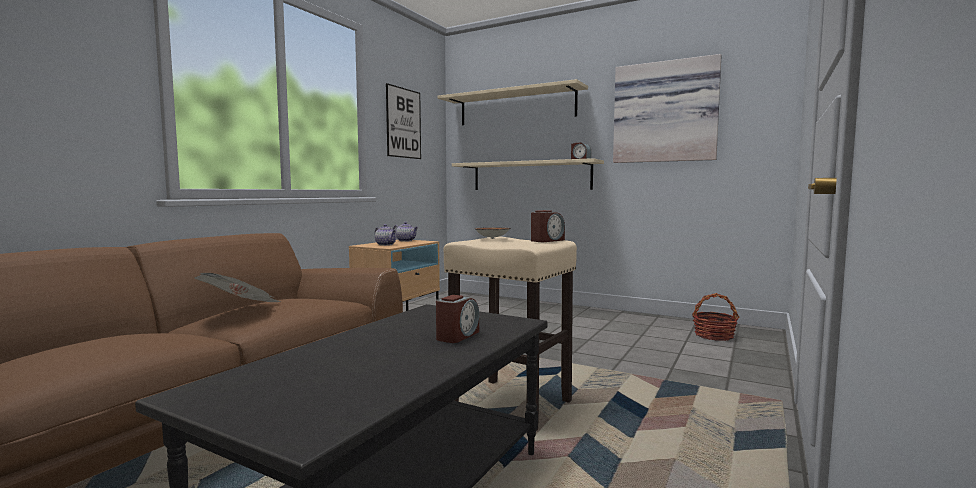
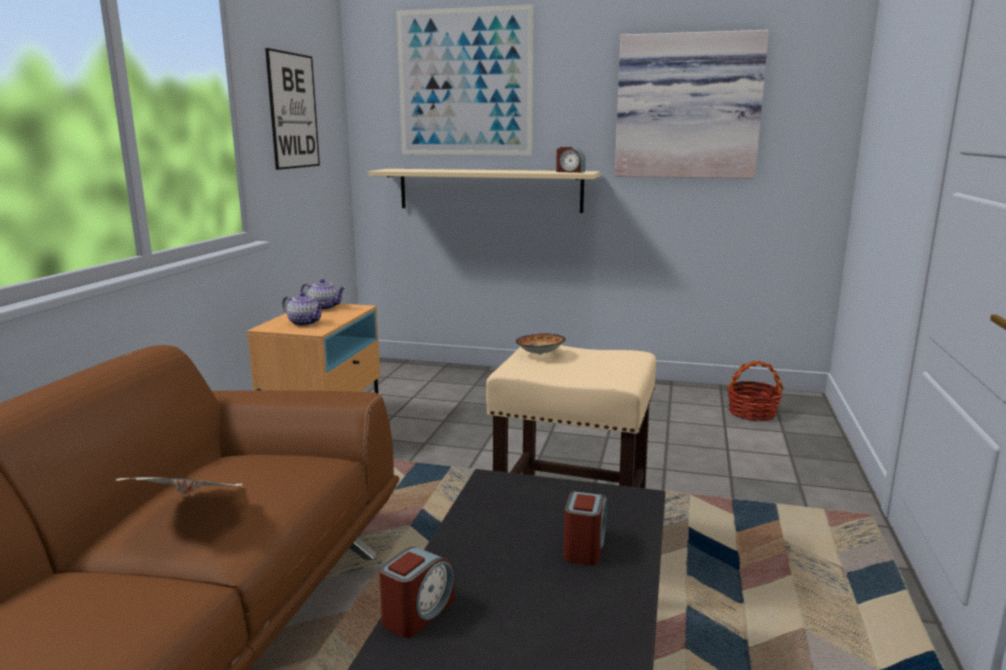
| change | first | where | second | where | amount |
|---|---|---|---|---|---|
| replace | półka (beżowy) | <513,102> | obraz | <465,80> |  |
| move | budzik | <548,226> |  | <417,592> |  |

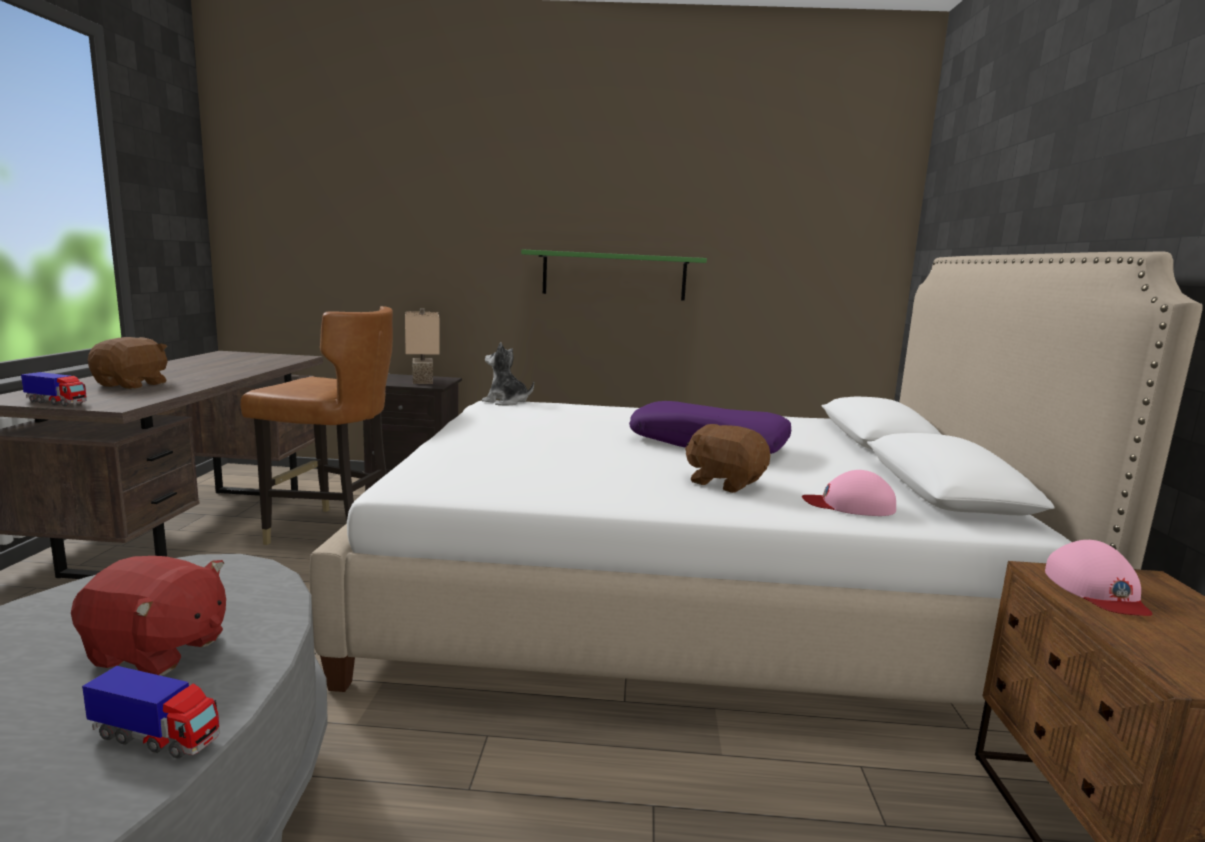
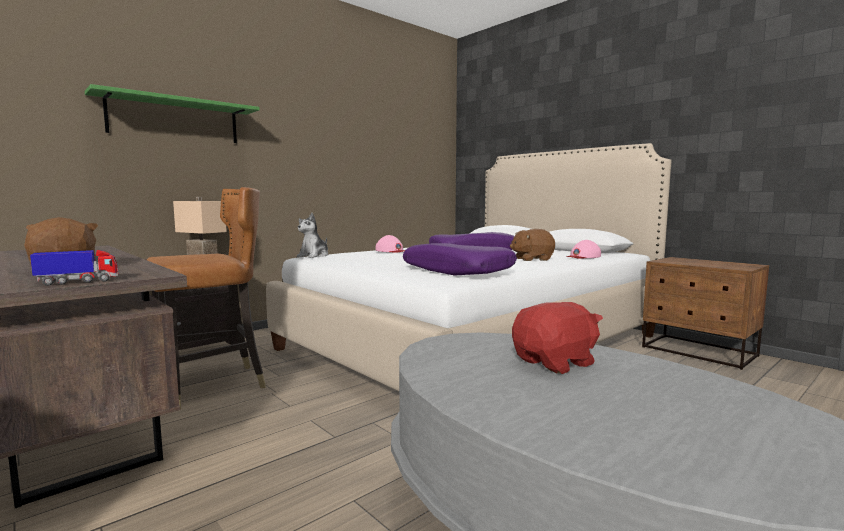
| change | first | where | second | where | amount |
|---|---|---|---|---|---|
| delete | ciężarówka zabawkowa | <151,712> |  |  |  |
| rotate | pluszak | <508,374> |  | <312,235> | 45 degrees counterclockwise |
| move | półka (zielony) | <614,275> |  | <172,113> |  |
| move | czapka z daszkiem (różowy) | <1099,578> |  | <390,244> |  |
| insert |  |  | poduszka (fioletowy) | <460,259> |  |

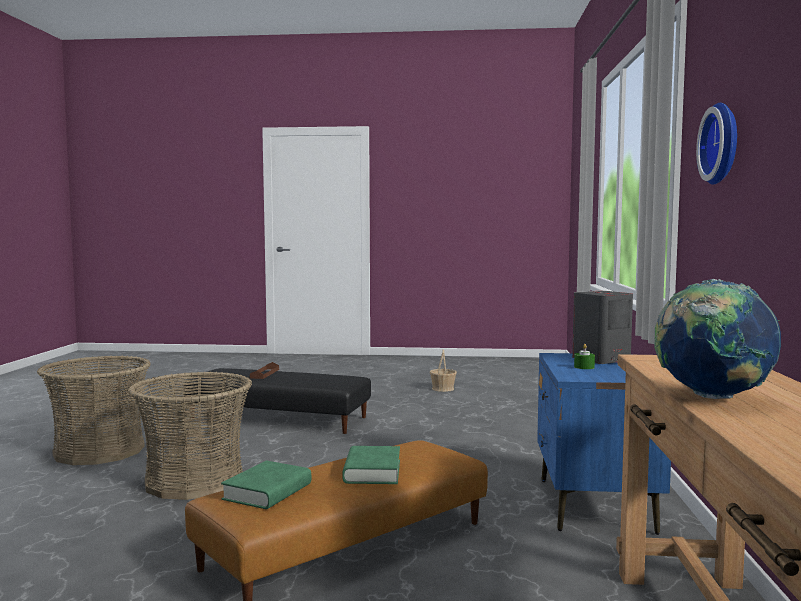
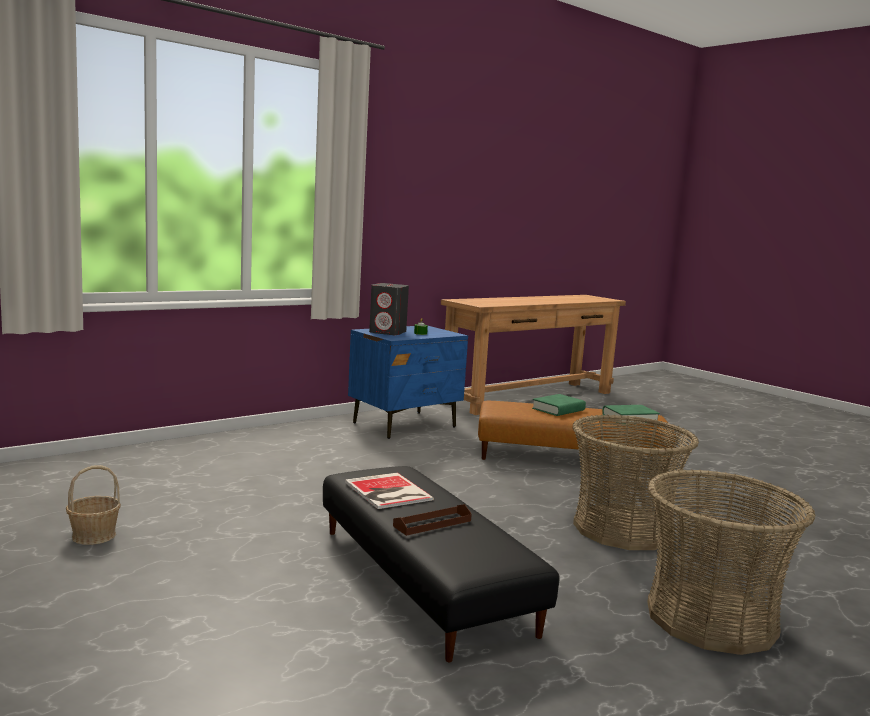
| change | first | where | second | where | amount |
|---|---|---|---|---|---|
| delete | globus | <718,339> |  |  |  |
| delete | zegar ścienny | <716,144> |  |  |  |
| insert |  |  | książka | <389,491> |  |

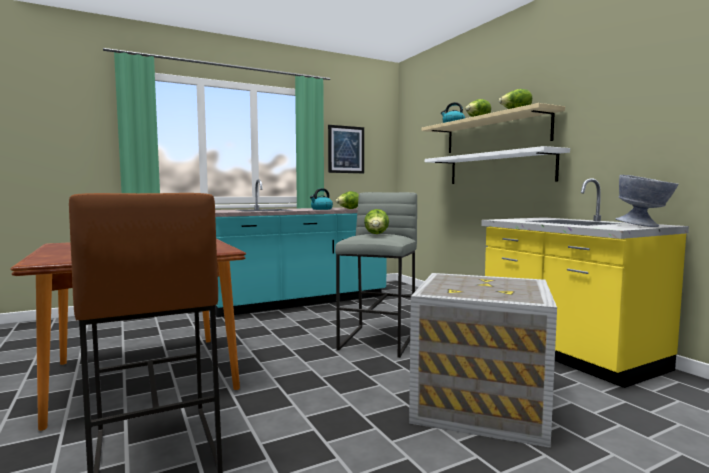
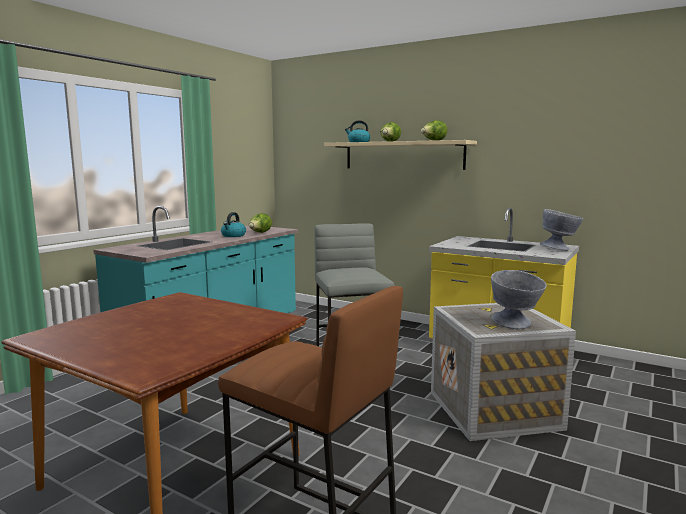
| change | first | where | second | where | amount |
|---|---|---|---|---|---|
| delete | obraz | <346,149> |  |  |  |
| delete | sałata | <376,221> |  |  |  |
| delete | półka (biały) | <497,165> |  |  |  |
| insert |  |  | miska (szary) | <519,299> |  |

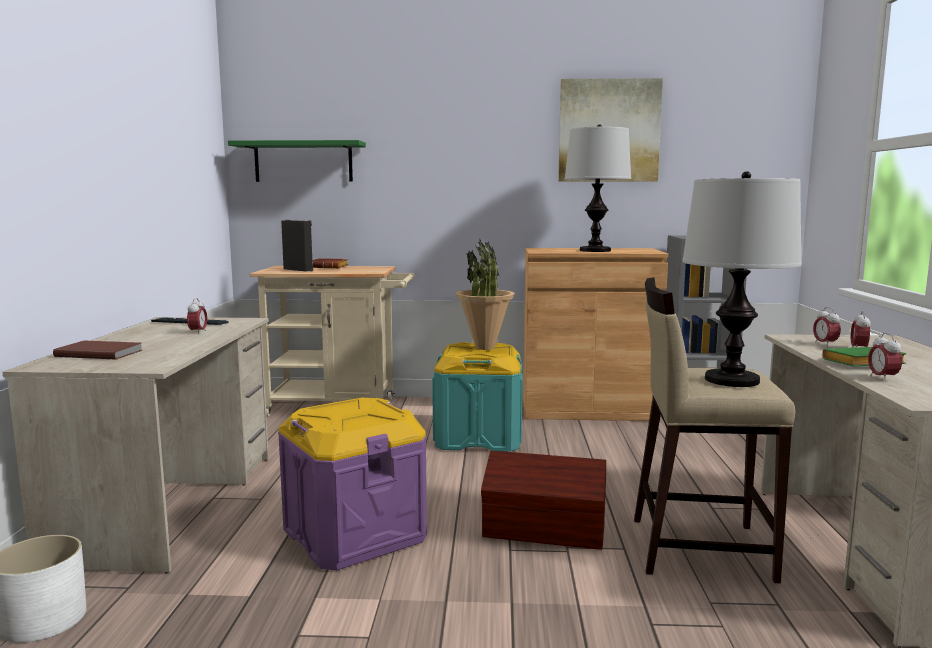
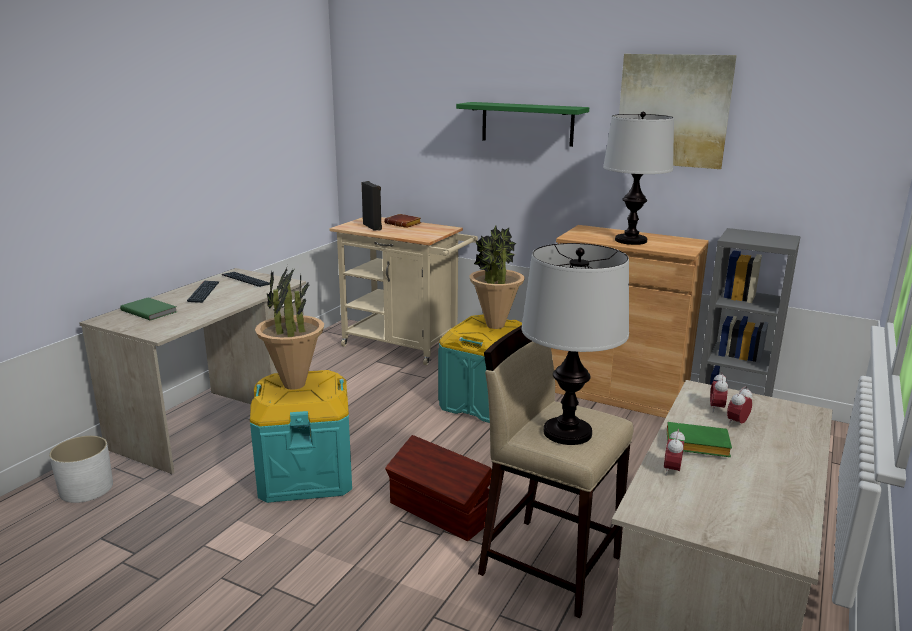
| change | first | where | second | where | amount |
|---|---|---|---|---|---|
| recolor | książka (brązowy) | <97,350> | książka (zielony) | <148,309> |  |
| delete | budzik | <197,316> |  |  |  |
| move | półka (zielony) | <297,161> |  | <522,124> |  |
| recolor | pojemnik do przechowywania (fioletowy) | <352,484> | pojemnik do przechowywania (turkusowy) | <301,436> |  |
| insert |  |  | klawiatura | <203,292> |  |
| insert |  |  | roślina doniczkowa | <289,327> |  |

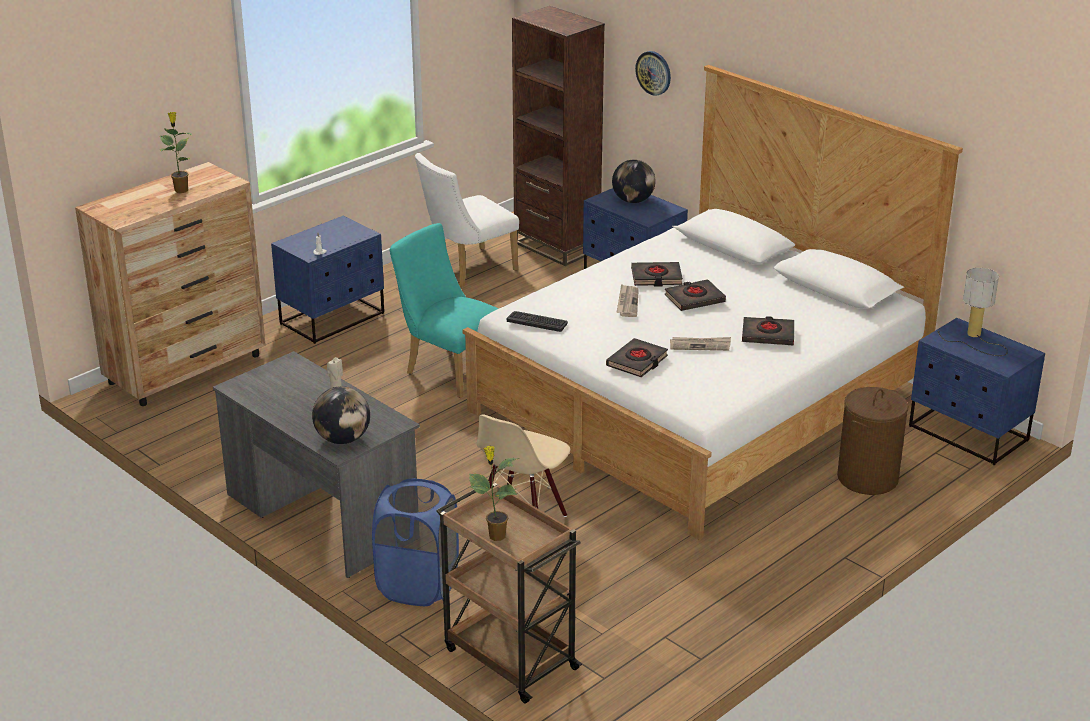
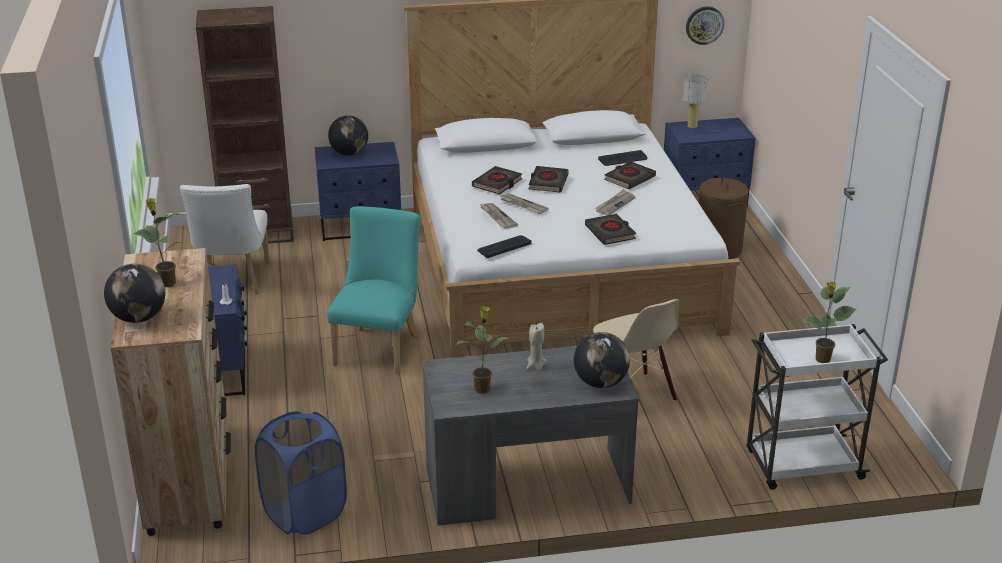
| change | first | where | second | where | amount |
|---|---|---|---|---|---|
| move | kosz na pranie (niebieski) | <415,542> |  | <301,473> |  |
| rotate | krzesło (turkusowy) | <443,310> |  | <373,290> | 120 degrees clockwise |
| recolor | wózek (brązowy) | <509,593> | wózek (biały) | <817,407> |  |
| move | zegar ścienny | <653,73> |  | <705,25> |  |
| insert |  |  | globus | <134,293> |  |
| insert |  |  | roślina doniczkowa | <482,350> |  |
| insert |  |  | gazeta | <499,216> |  |
| insert |  |  | klawiatura | <623,158> |  |

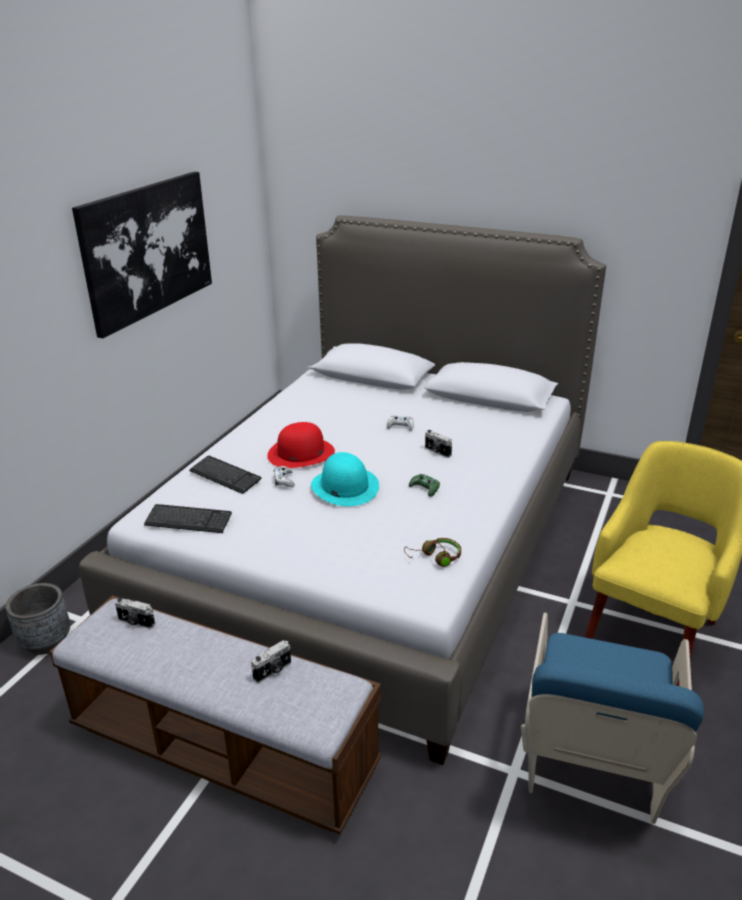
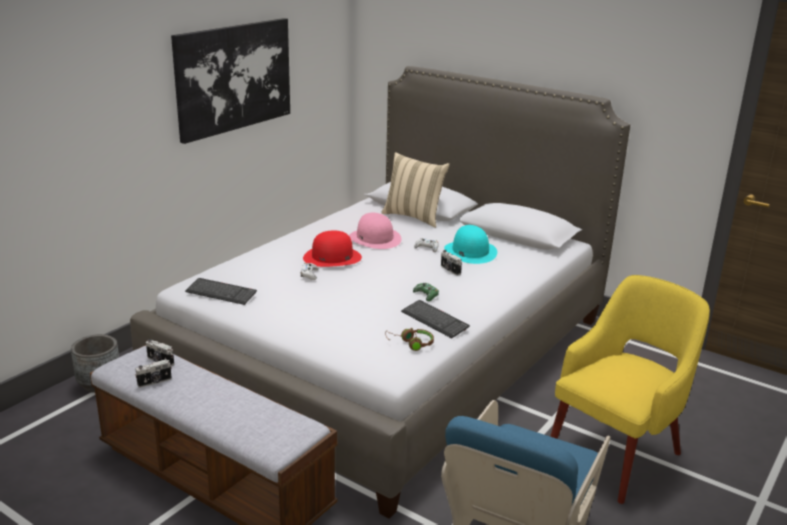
| change | first | where | second | where | amount |
|---|---|---|---|---|---|
| move | klawiatura | <225,475> |  | <435,319> |  |
| move | aparat fotograficzny | <271,661> |  | <153,373> |  |
| move | kapelusz (turkusowy) | <345,479> |  | <470,244> |  |
| insert |  |  | kapelusz (różowy) | <375,231> |  |
| insert |  |  | poduszka (beżowy) | <415,190> |  |

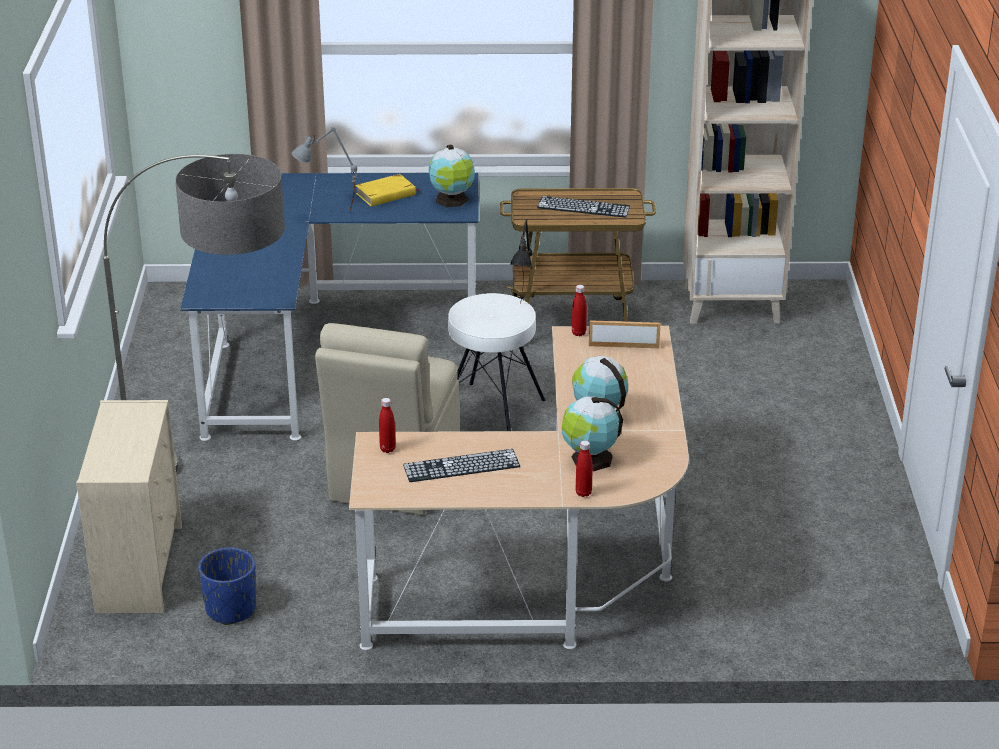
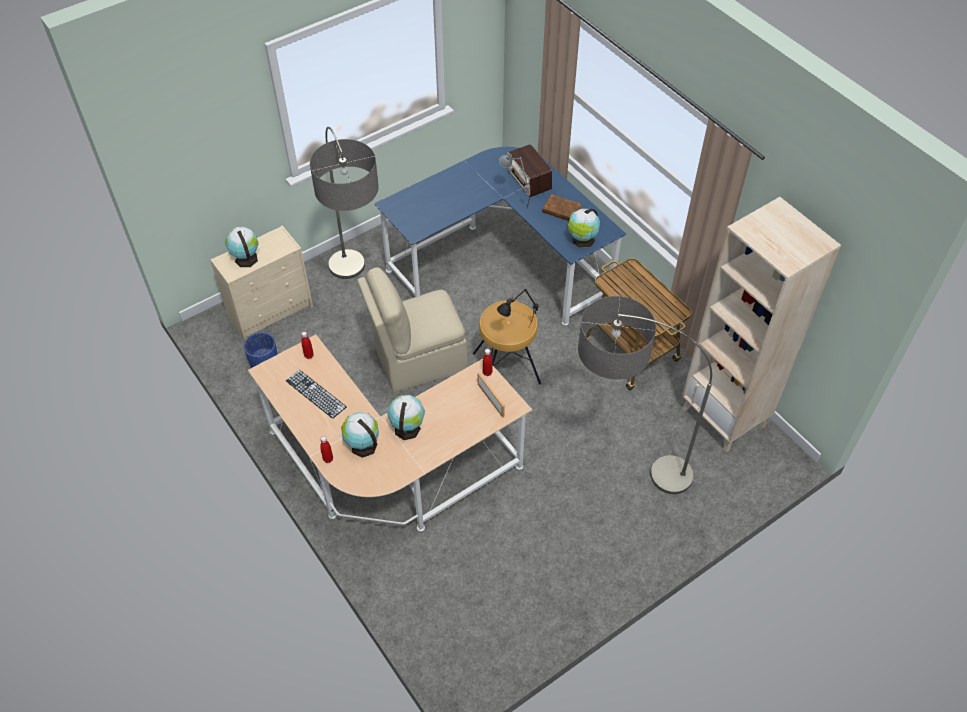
| change | first | where | second | where | amount |
|---|---|---|---|---|---|
| recolor | książka (żółty) | <388,190> | książka (brązowy) | <562,207> |  |
| recolor | stołek (biały) | <496,362> | stołek (brązowy) | <507,343> |  |
| delete | klawiatura | <583,206> |  |  |  |
| insert |  |  | globus | <241,247> |  |
| insert |  |  | radio | <529,170> |  |
| insert |  |  | lampa stojąca | <645,395> |  |

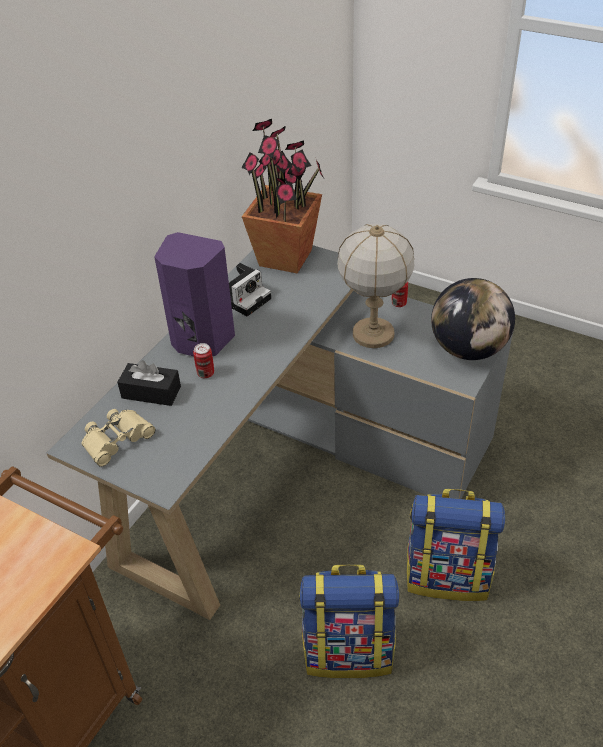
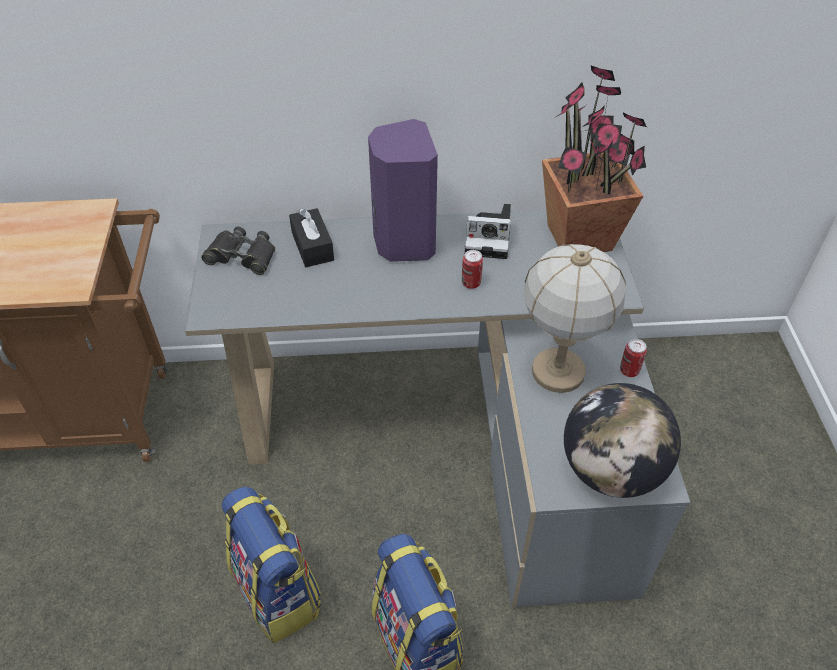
| change | first | where | second | where | amount |
|---|---|---|---|---|---|
| recolor | lornetka (beżowy) | <118,438> | lornetka (czarny) | <238,250> |  |
| move | puszka | <203,360> |  | <472,269> |  |

